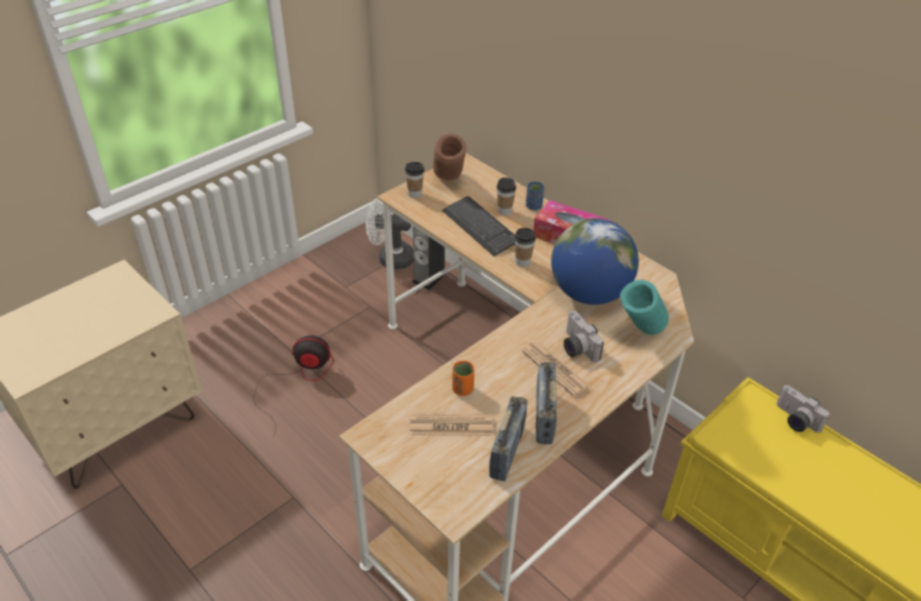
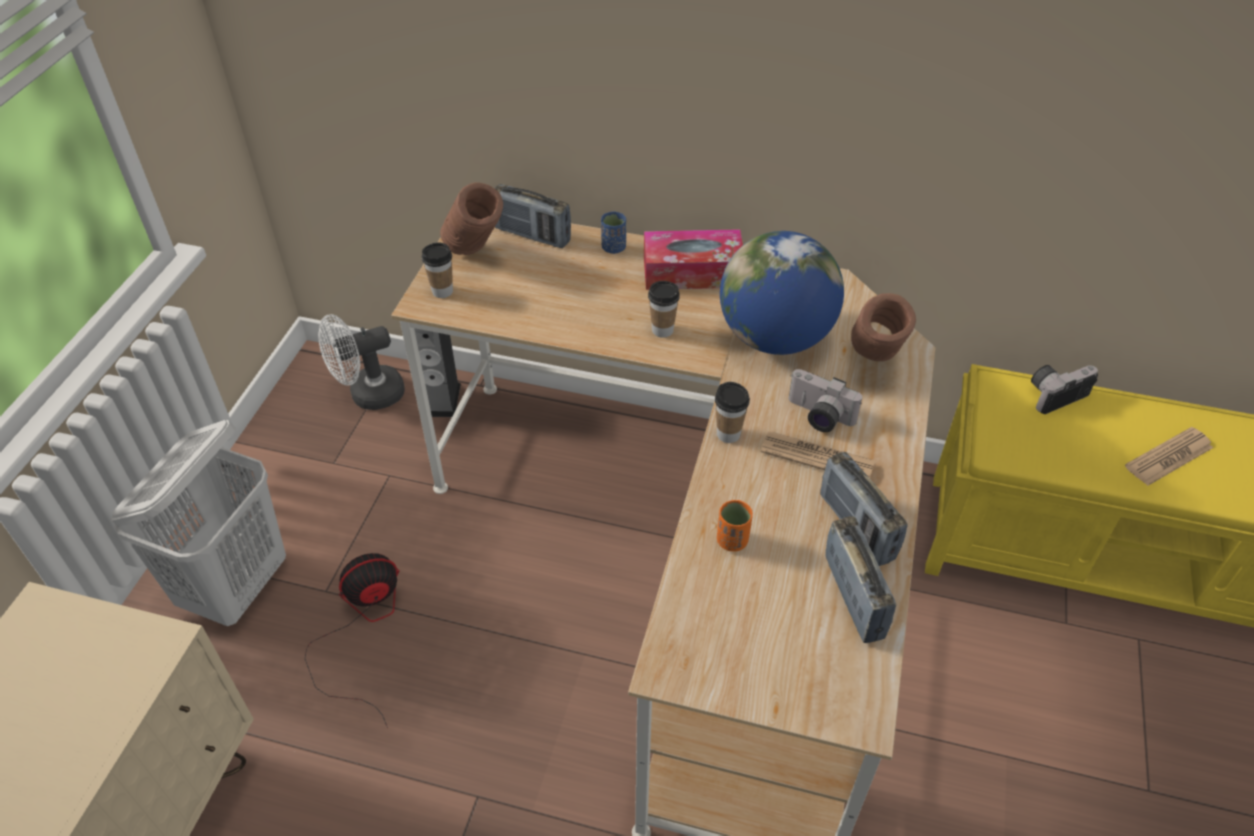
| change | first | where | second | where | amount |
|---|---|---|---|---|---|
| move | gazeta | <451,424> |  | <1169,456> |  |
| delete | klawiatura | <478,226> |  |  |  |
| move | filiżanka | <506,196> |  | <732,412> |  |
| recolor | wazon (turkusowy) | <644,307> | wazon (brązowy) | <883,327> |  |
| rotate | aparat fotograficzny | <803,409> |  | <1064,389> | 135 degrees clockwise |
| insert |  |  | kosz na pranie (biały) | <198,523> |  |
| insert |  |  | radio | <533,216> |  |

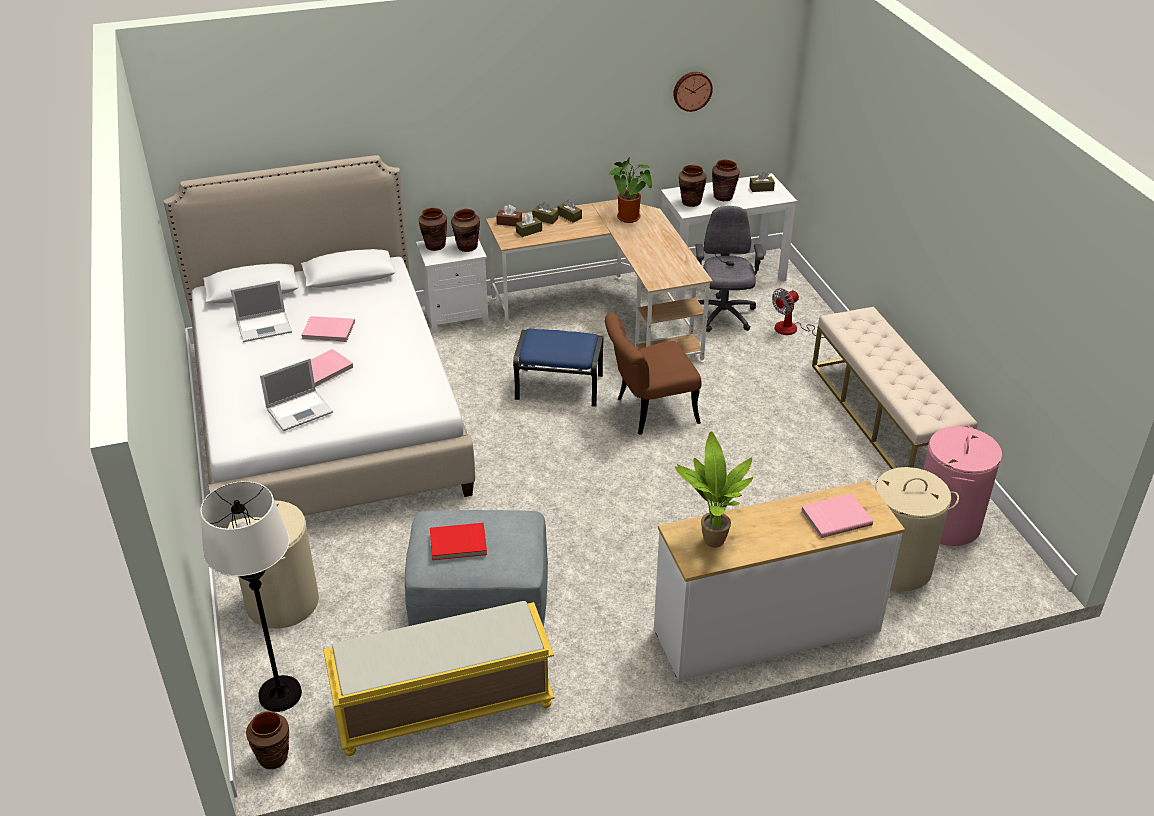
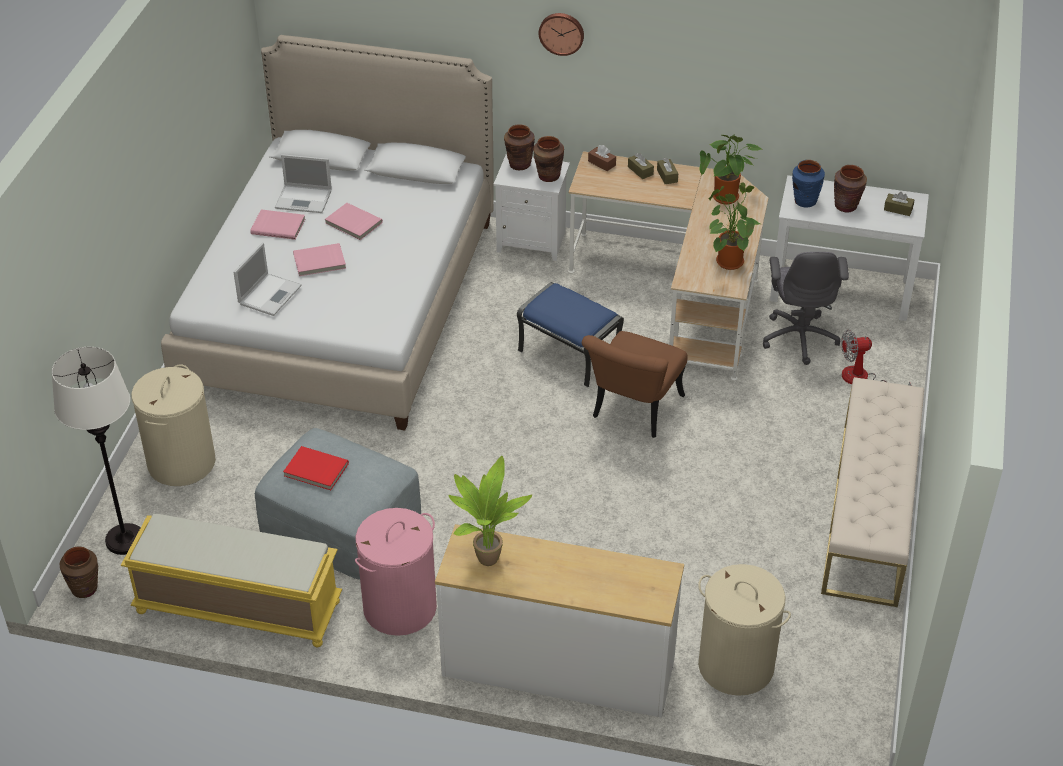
| change | first | where | second | where | amount |
|---|---|---|---|---|---|
| rotate | laptop | <296,394> |  | <267,279> | 60 degrees counterclockwise |
| delete | pudełko chusteczek (brązowy) | <529,225> |  |  |  |
| rotate | krzesło (brązowy) | <653,374> |  | <635,384> | 75 degrees counterclockwise |
| move | zegar ścienny | <693,92> |  | <561,34> |  |
| recolor | wazon (brązowy) | <693,186> | wazon (niebieski) | <808,183> |  |
| rotate | krzesło biurowe (szary) | <730,269> |  | <806,308> | 150 degrees clockwise |
| move | książka (różowy) | <837,516> |  | <277,224> |  |
| move | kosz na pranie (różowy) | <963,485> |  | <396,572> |  |
| insert |  |  | roślina doniczkowa | <734,226> |  |

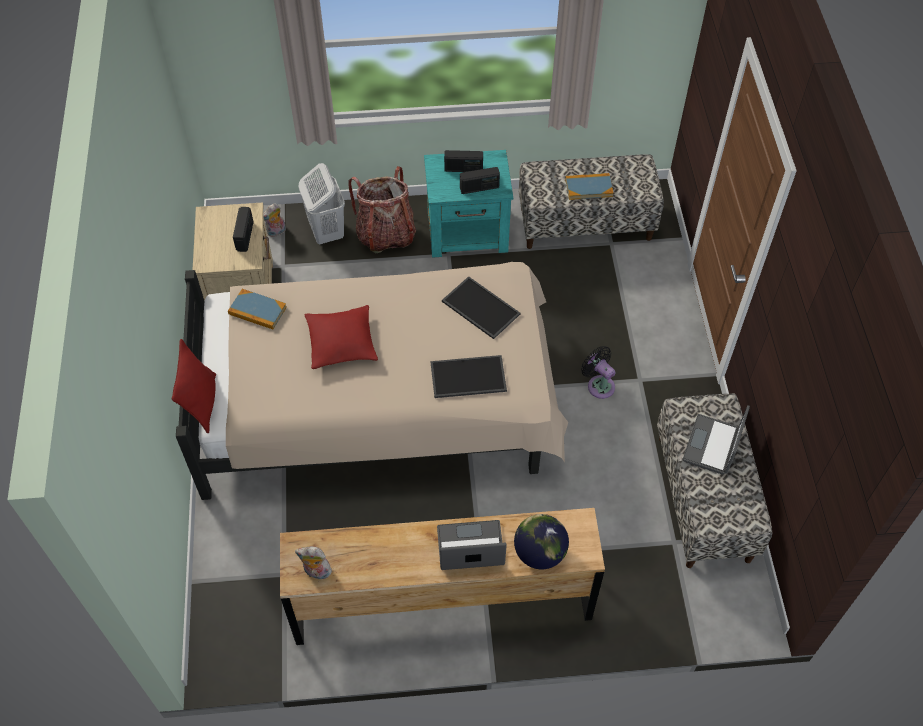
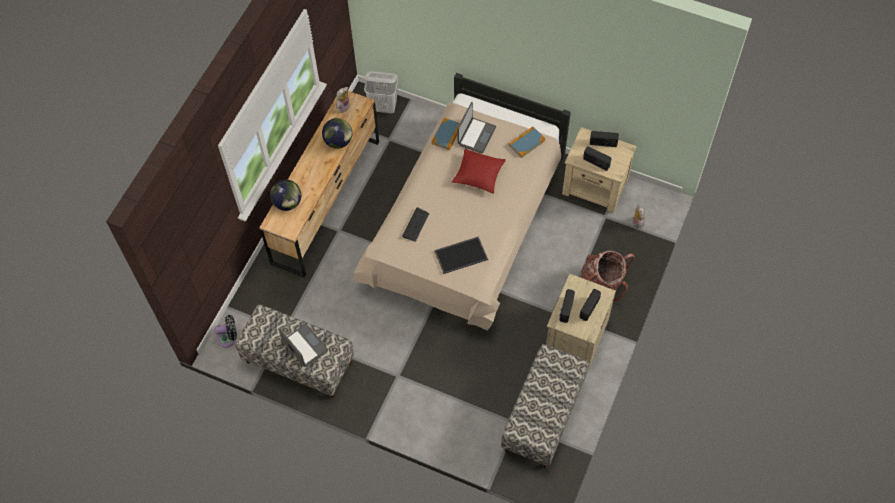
| change | first | where | second | where | amount |
|---|---|---|---|---|---|
| delete | poduszka (czerwony) | <194,386> |  |  |  |
| move | kosz na pranie (biały) | <321,203> |  | <381,92> |  |
| recolor | szafka nocna (turkusowy) | <468,204> | szafka nocna (beżowy) | <581,321> |  |
| replace | taca | <468,376> | klawiatura | <415,224> |  |
| move | laptop | <472,545> |  | <476,128> |  |
| move | książka | <589,186> |  | <446,134> |  |
| move | wentylator (czarny) | <598,372> |  | <226,331> |  |
| insert |  |  | globus | <337,133> |  |
| insert |  |  | radio | <604,139> |  |

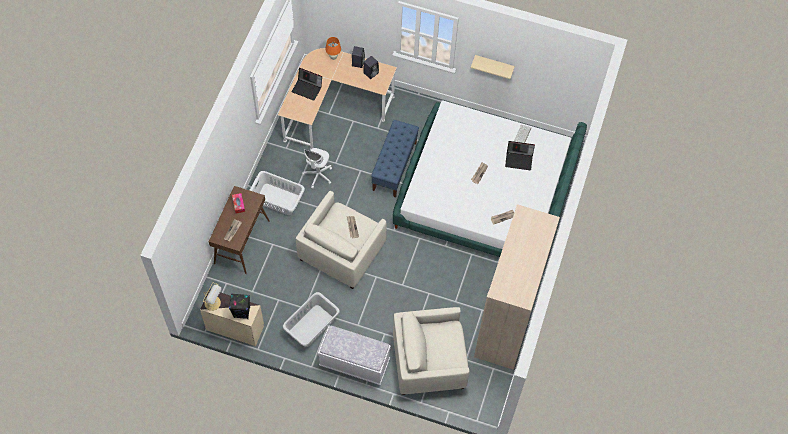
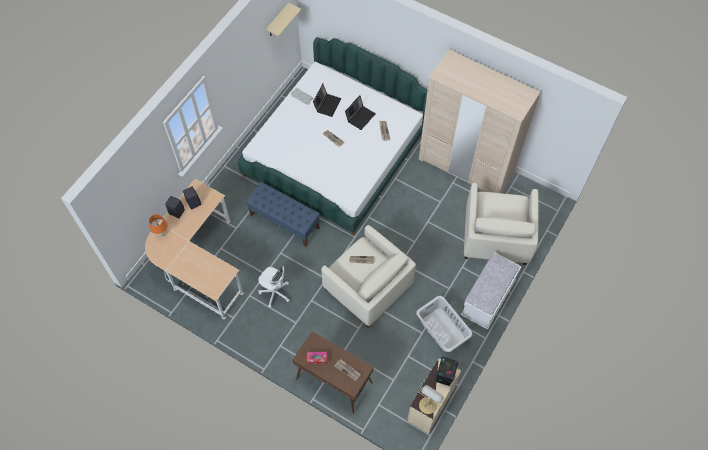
| change | first | where | second | where | amount |
|---|---|---|---|---|---|
| delete | kosz na pranie (biały) | <277,193> |  |  |  |
| move | laptop | <306,84> |  | <360,112> |  |
| move | półka (beżowy) | <493,67> |  | <283,19> |  |

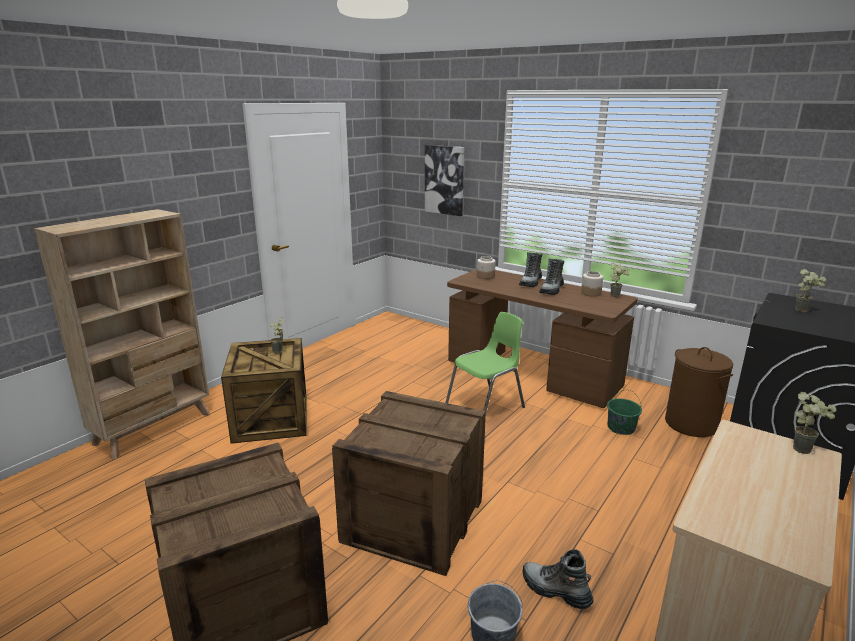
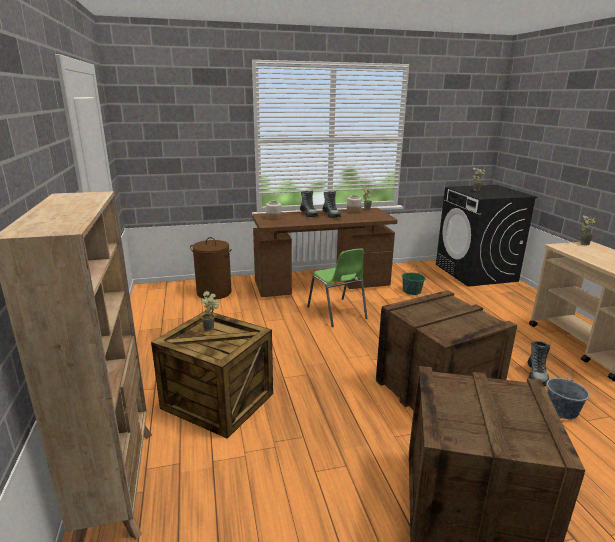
| change | first | where | second | where | amount |
|---|---|---|---|---|---|
| delete | obraz | <444,180> |  |  |  |
| rotate | krzesło (zielony) | <485,361> |  | <337,288> | 150 degrees clockwise |
| rotate | but z cholewką | <558,579> |  | <539,363> | 60 degrees counterclockwise |
| move | kosz na pranie (brązowy) | <699,392> |  | <211,268> |  |

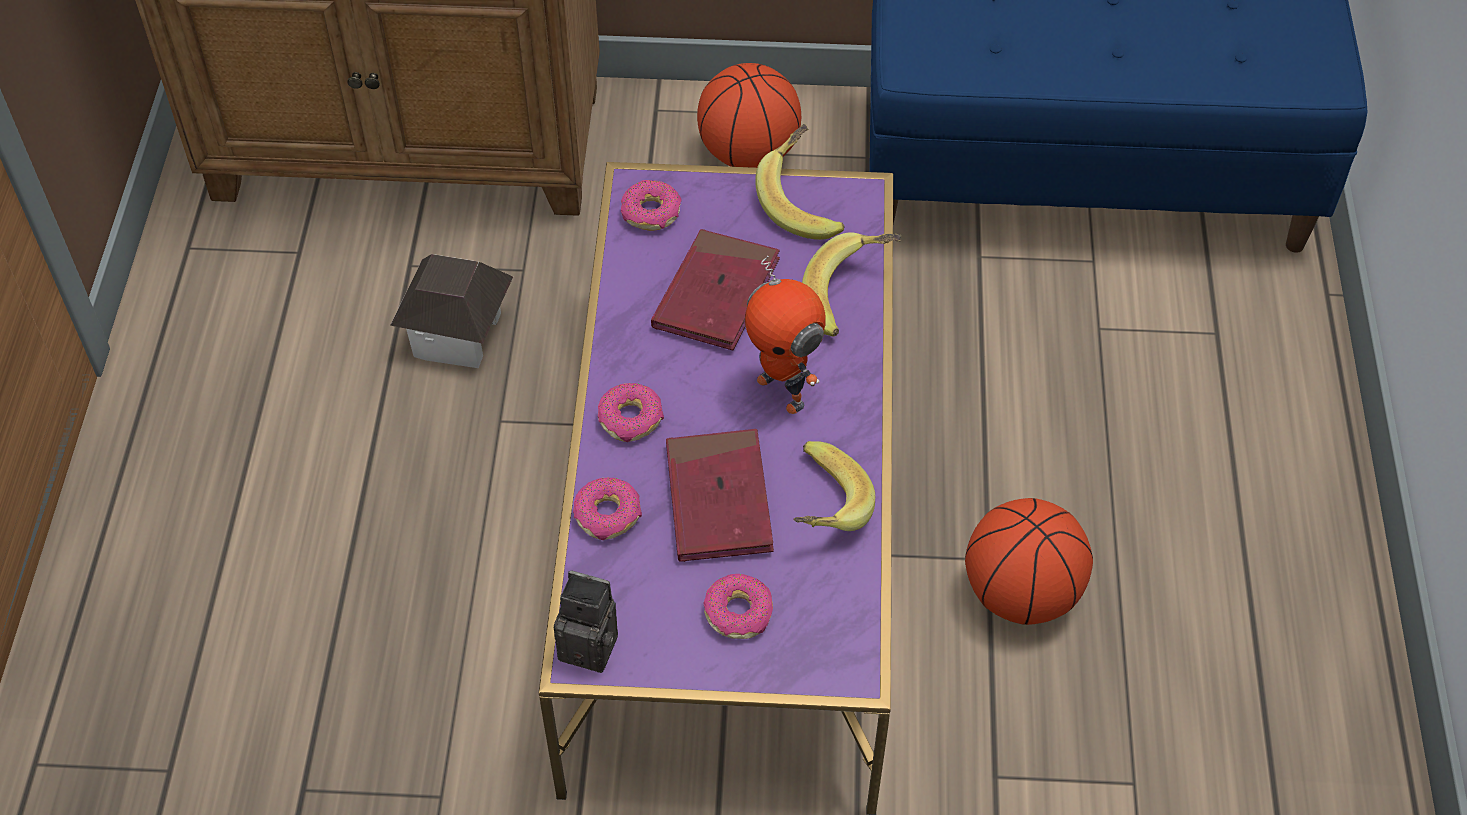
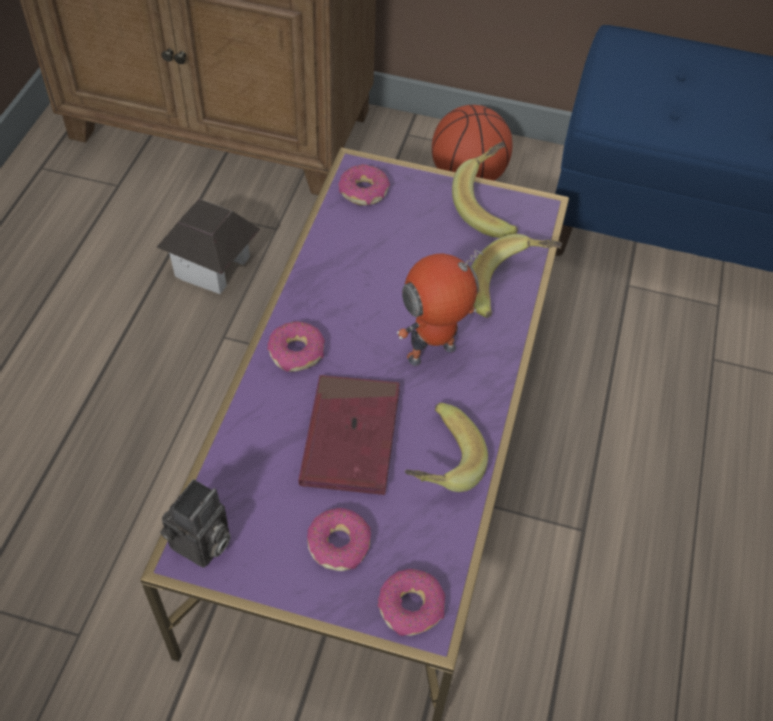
| change | first | where | second | where | amount |
|---|---|---|---|---|---|
| rotate | aparat fotograficzny | <586,621> |  | <195,523> | 90 degrees clockwise |
| move | donut | <607,508> |  | <411,602> |  |
| delete | książka (czerwony) | <715,290> |  |  |  |
| rotate | robot zabawkowy | <785,335> |  | <440,308> | 90 degrees clockwise |
| delete | piłka do koszykówki | <1029,561> |  |  |  |

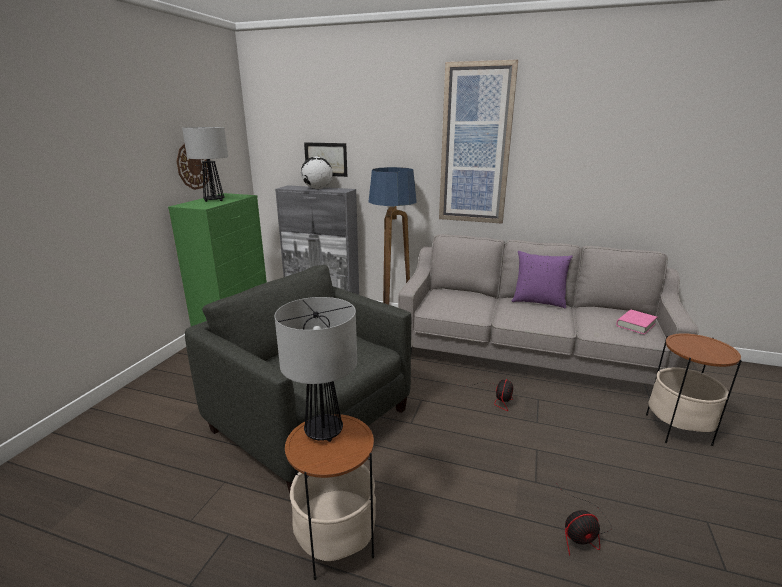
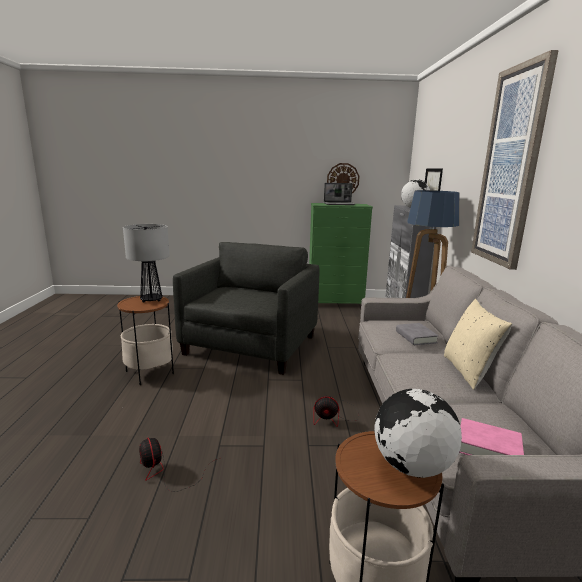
| change | first | where | second | where | amount |
|---|---|---|---|---|---|
| replace | lampa stołowa | <205,164> | laptop | <339,194> |  |
| recolor | poduszka (fioletowy) | <542,279> | poduszka (beżowy) | <478,344> |  |
| insert |  |  | globus | <418,433> |  |
| insert |  |  | książka (szary) | <417,334> |  |

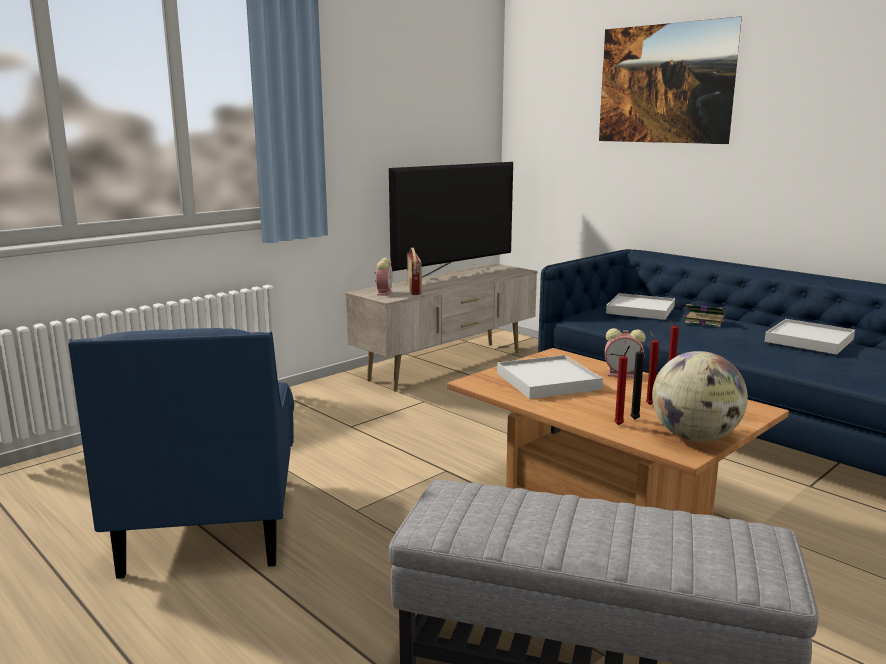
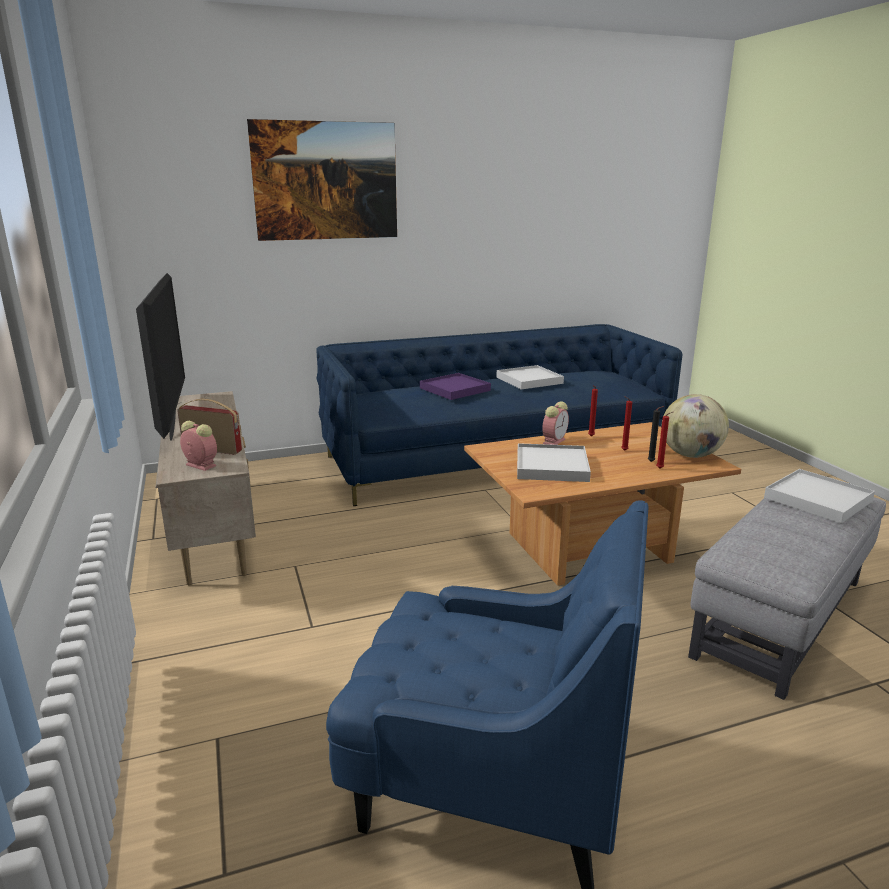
| change | first | where | second | where | amount |
|---|---|---|---|---|---|
| move | taca (biały) | <640,306> |  | <819,496> |  |
| replace | książka | <703,315> | taca (fioletowy) | <455,386> |  |

